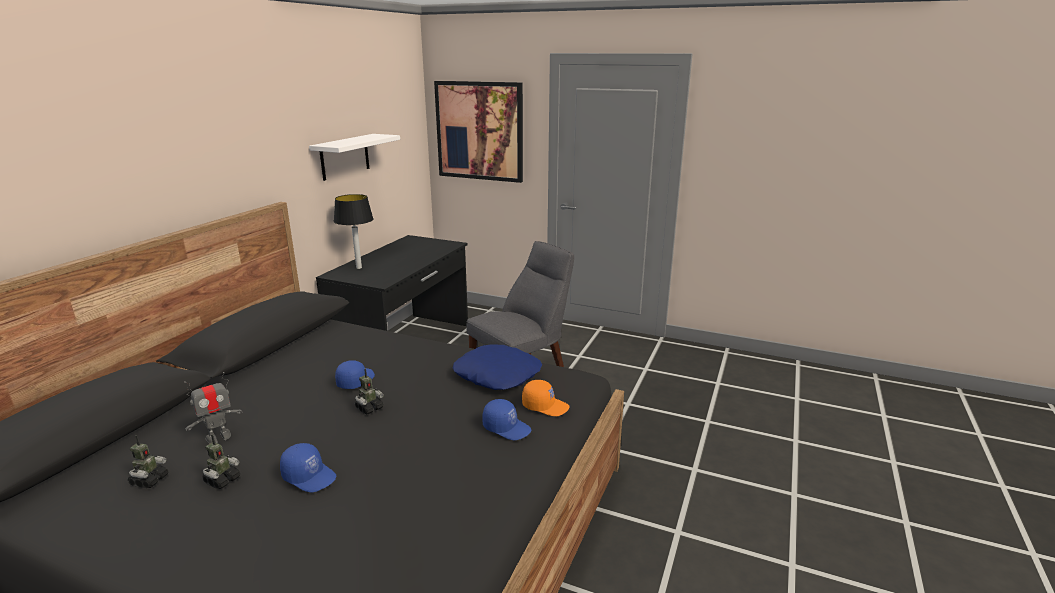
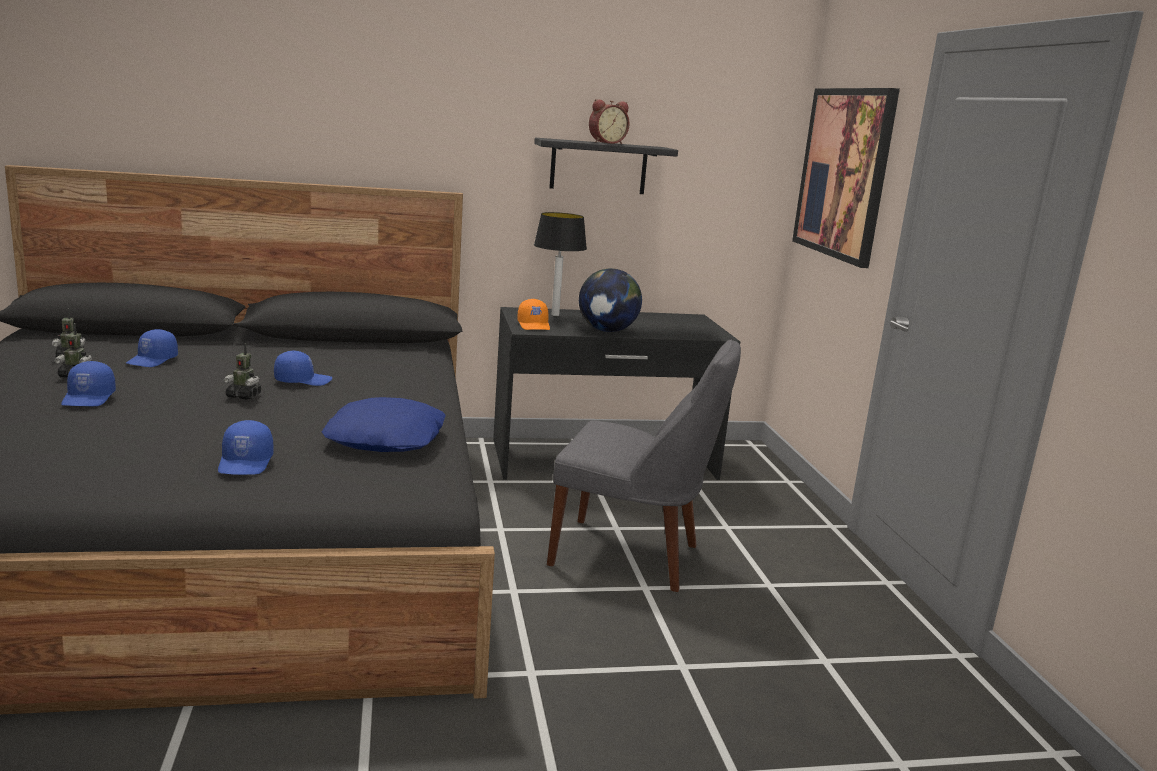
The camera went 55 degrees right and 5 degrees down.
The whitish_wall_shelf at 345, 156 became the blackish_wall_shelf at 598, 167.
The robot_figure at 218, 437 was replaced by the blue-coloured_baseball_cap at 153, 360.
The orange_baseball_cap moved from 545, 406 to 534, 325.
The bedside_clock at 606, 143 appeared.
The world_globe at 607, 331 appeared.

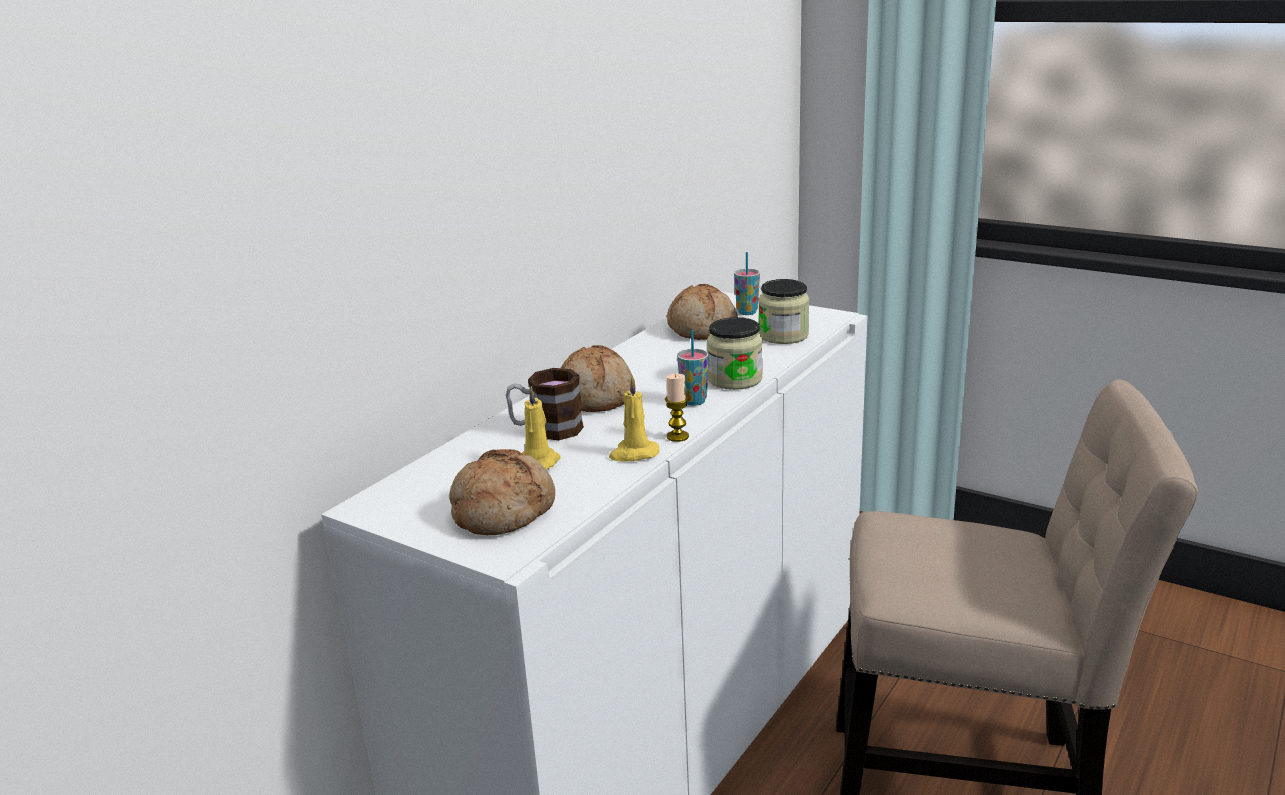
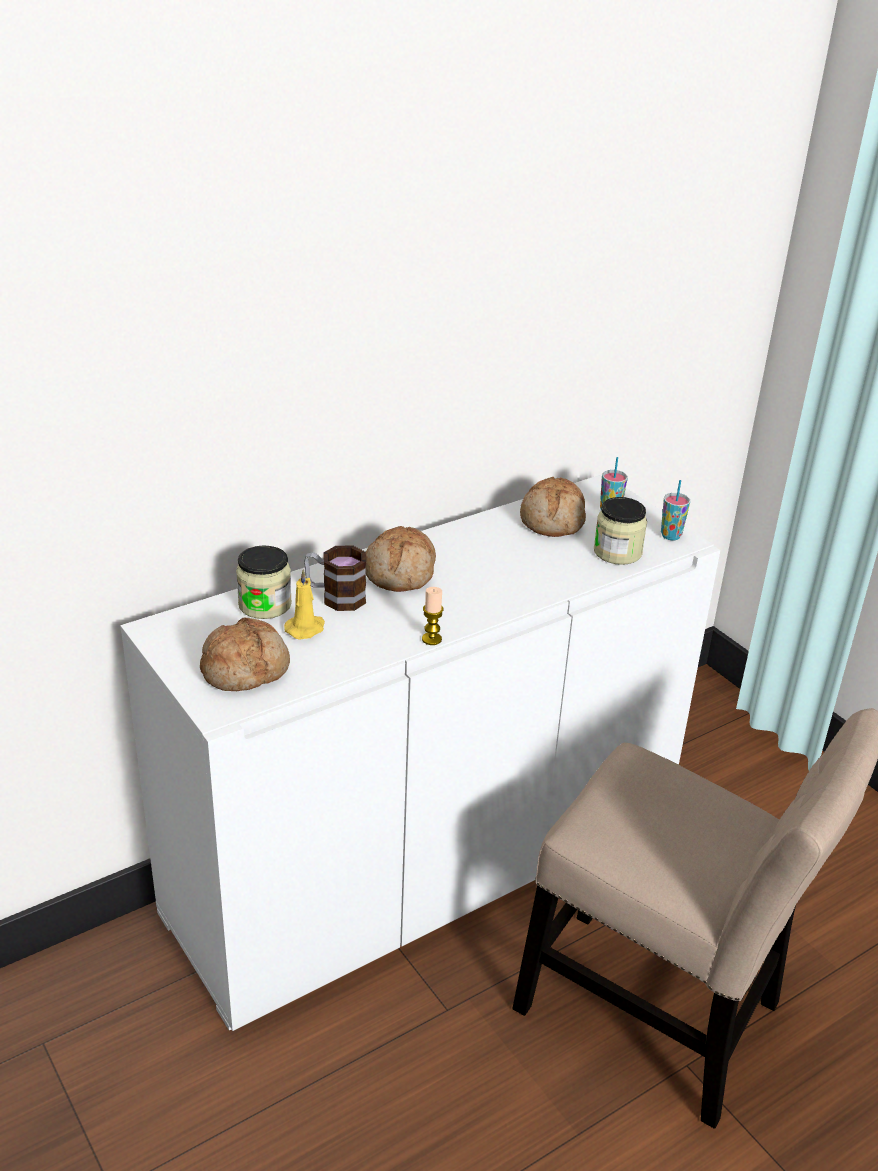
The camera went 20 degrees right and 10 degrees up.
The preserve_jar moved from 735, 379 to 265, 604.
The small_cup moved from 694, 401 to 670, 536.
The yellowish_wax_candle at 633, 454 disappeared.

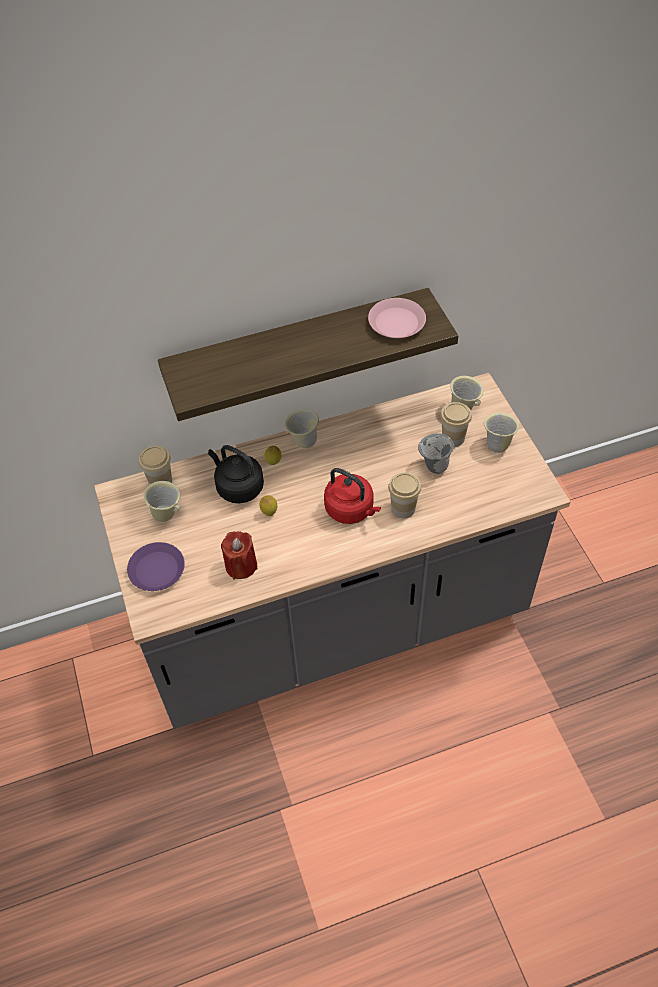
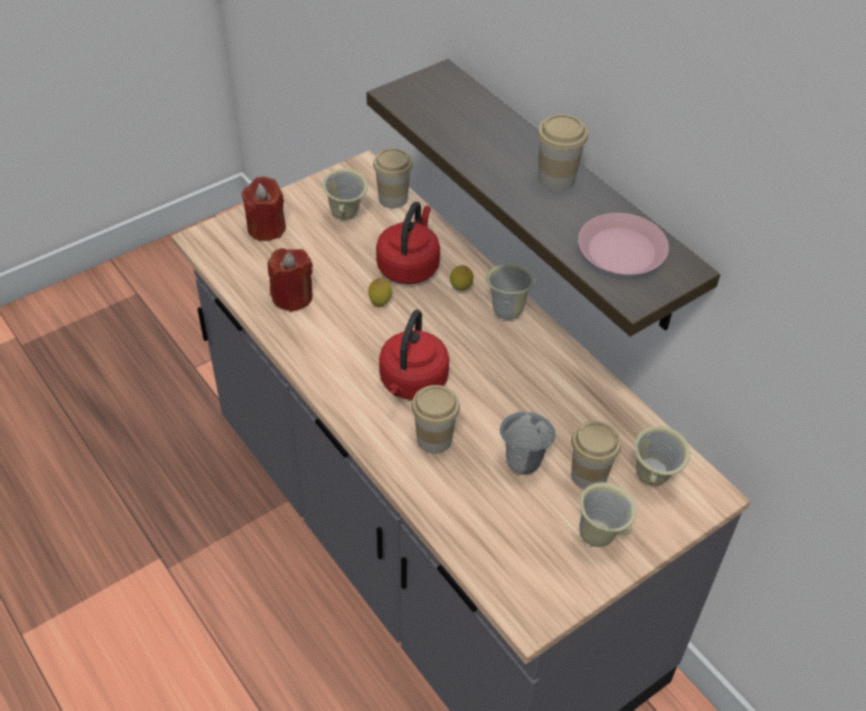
The camera went 70 degrees right and 5 degrees down.
The blackish_water_kettle at 238, 487 became the red_water_kettle at 409, 266.
The purplish_plate at 157, 570 was replaced by the red_wax_candle at 266, 228.
The small_cup at 556, 179 appeared.

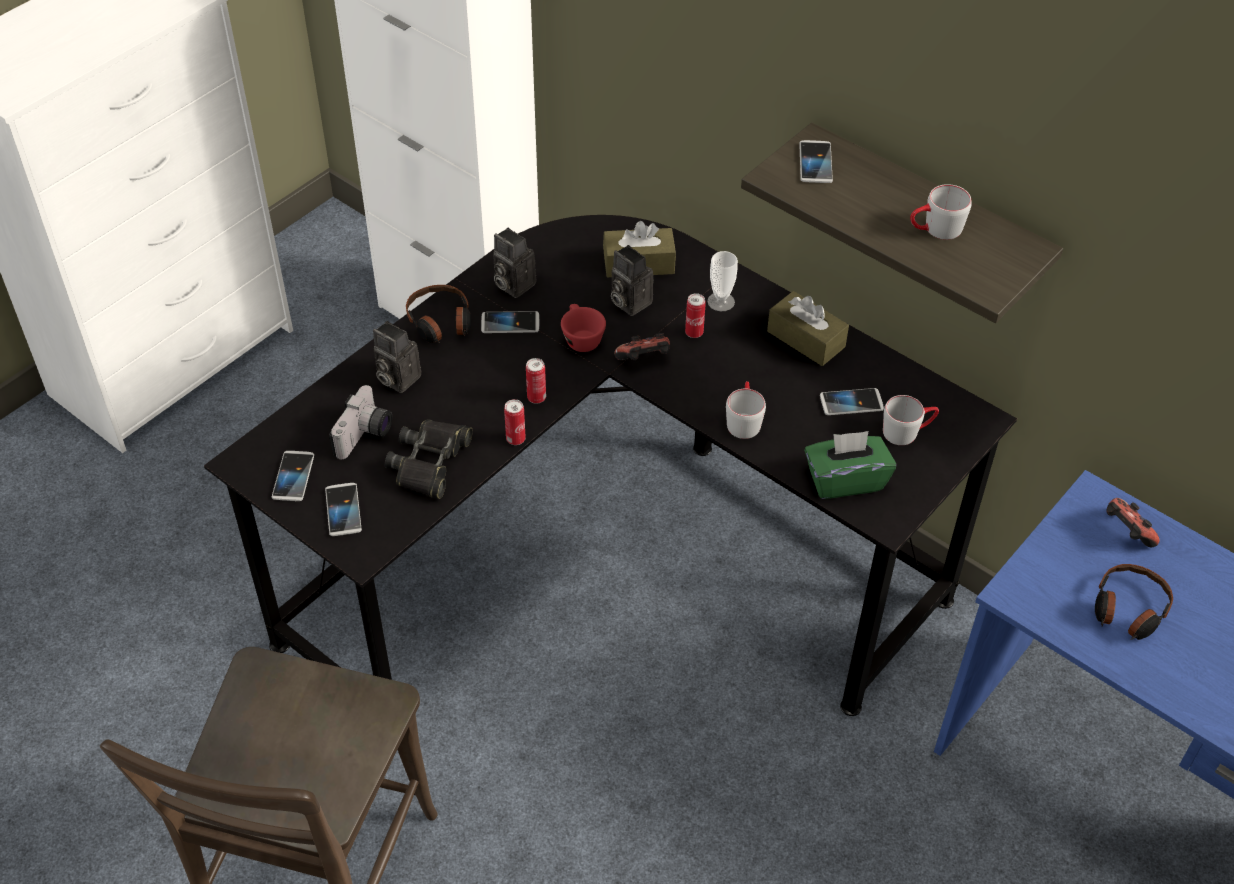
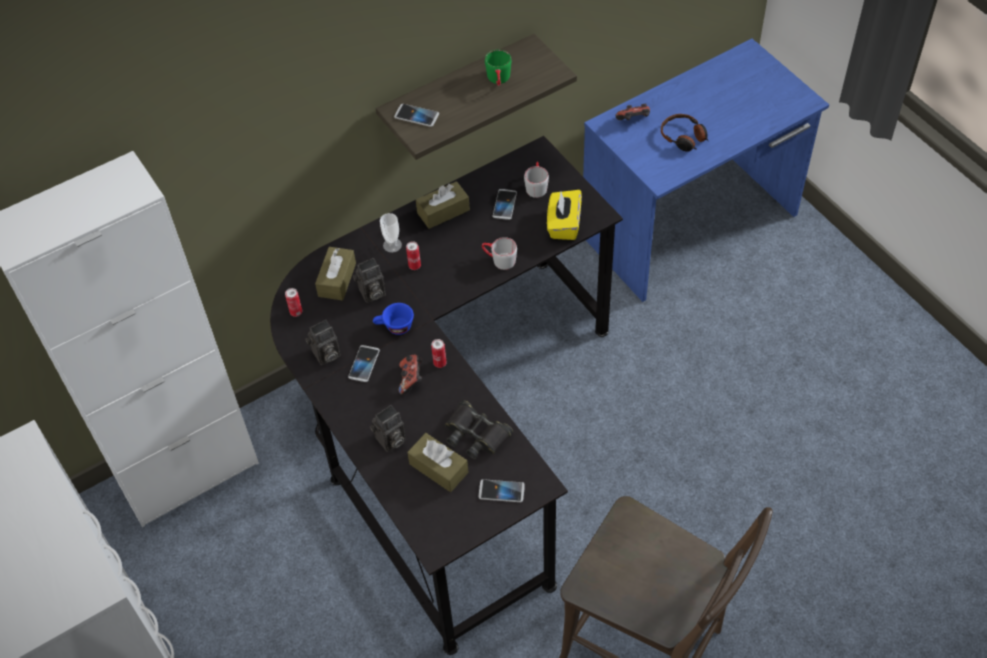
The camera went 70 degrees left and 5 degrees up.
The greyish_mug at 935, 230 became the green-coloured_mug at 499, 80.
The pair_of_headphones at 440, 322 disappeared.
The red_small_cup at 580, 338 became the blue-coloured_small_cup at 394, 327.
The gamepad moved from 644, 361 to 411, 379.
The still_camera at 365, 436 was replaced by the brown-coloured_box_of_tissues at 438, 468.
The metal_can moved from 515, 439 to 296, 312.
The green-coloured_box_of_tissues at 845, 480 became the yellowish_box_of_tissues at 563, 225.
The telephone at 293, 477 disappeared.

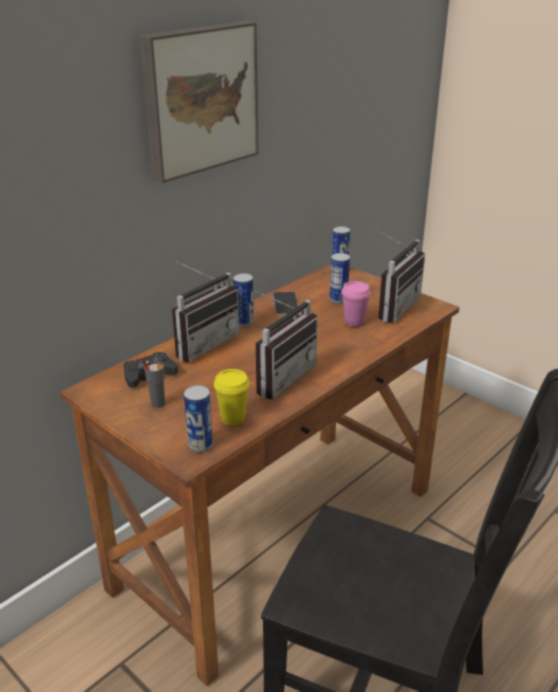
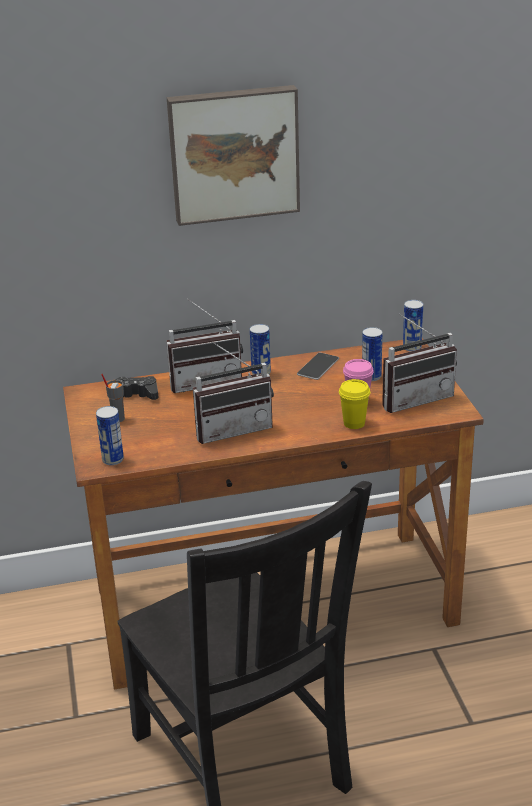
The camera went 35 degrees right and 0 degrees up.
The yellowish_small_cup moved from 233, 418 to 354, 423.

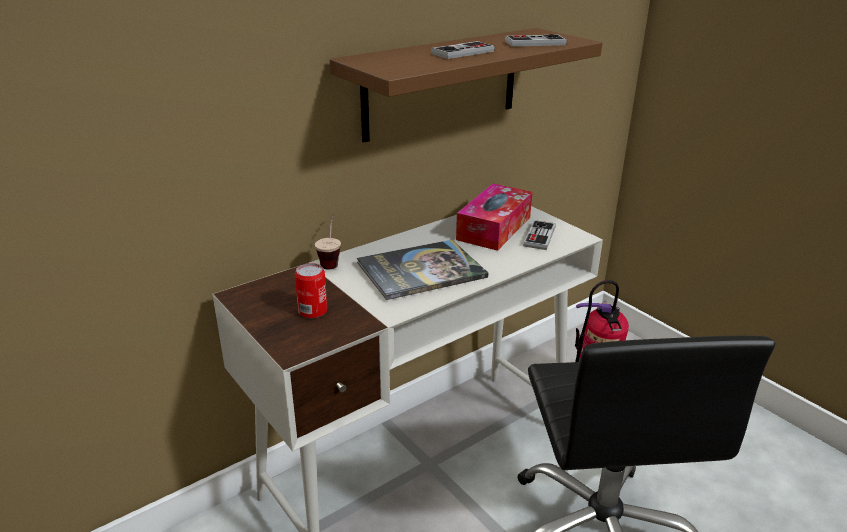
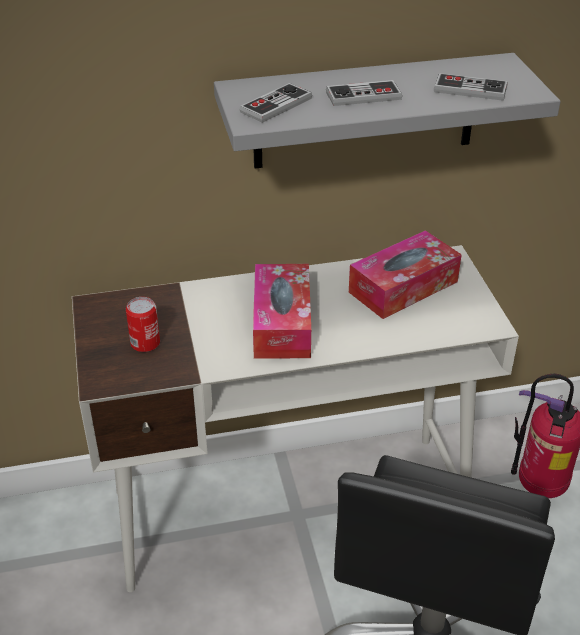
The camera went 25 degrees right and 10 degrees up.
The brown-coloured_wall_shelf at 442, 83 became the greyish_wall_shelf at 365, 111.
The small_cup at 331, 260 disappeared.
The gamepad moved from 539, 237 to 276, 105.
The bound_book at 421, 270 was replaced by the box_of_tissues at 282, 323.

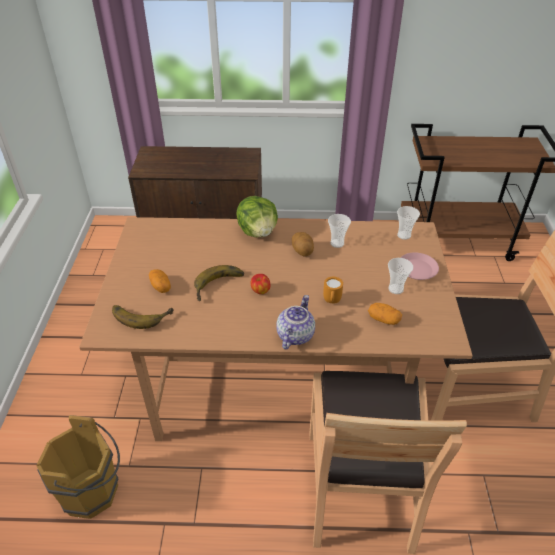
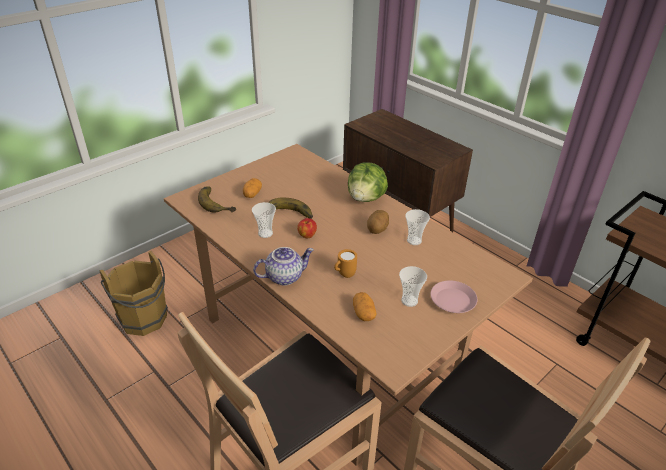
The camera went 45 degrees right and 5 degrees down.
The small_cup moved from 404, 235 to 265, 233.

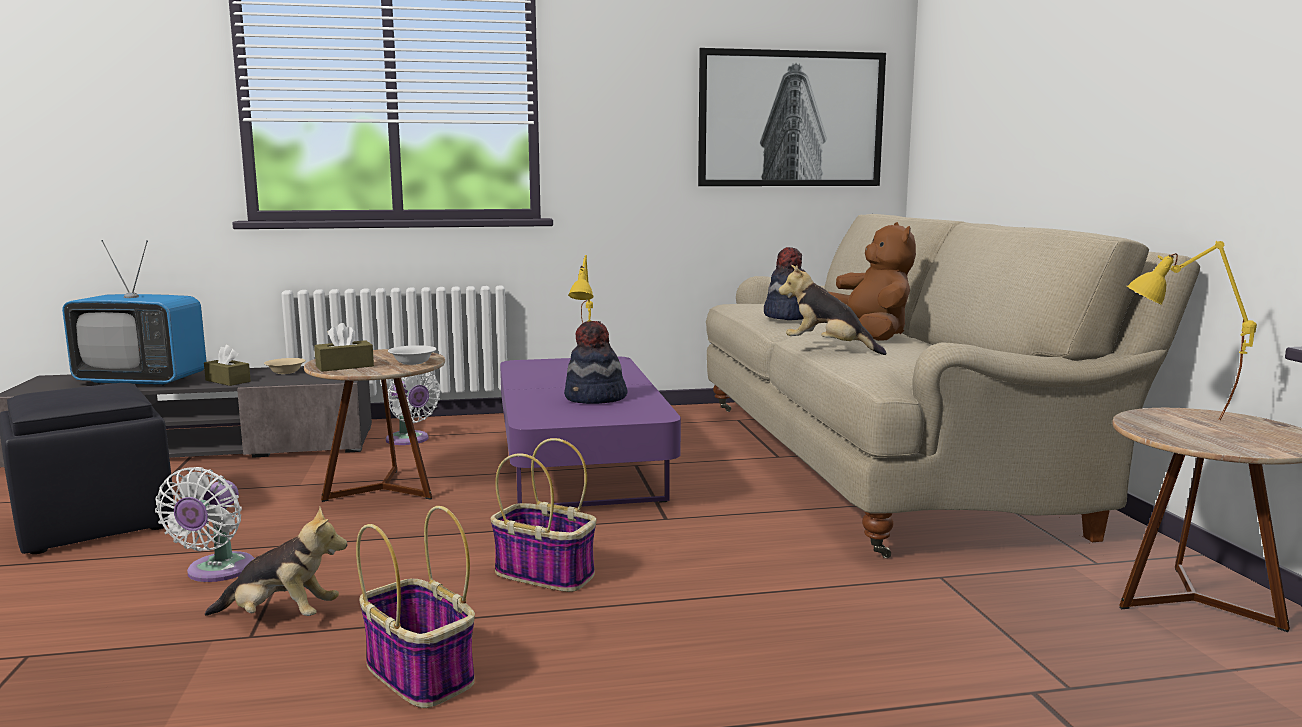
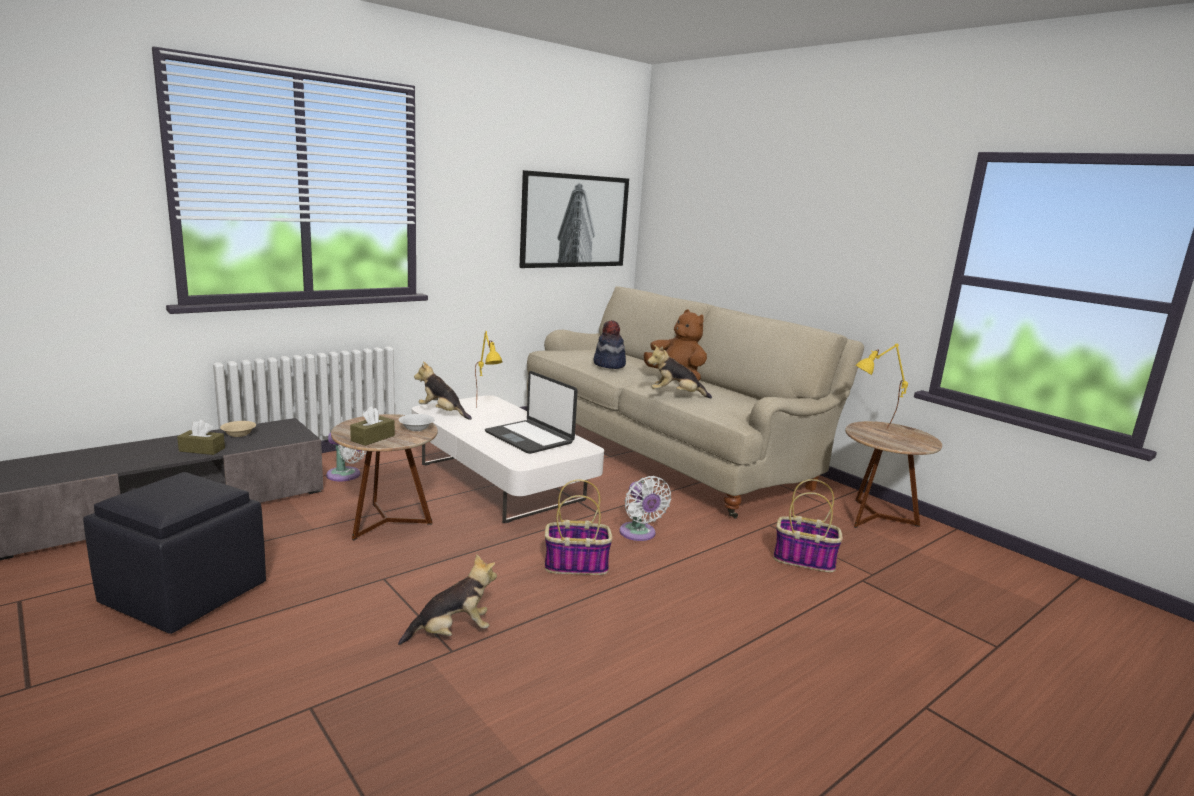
The camera went 30 degrees left and 5 degrees up.
The TV at 142, 381 disappeared.
The hat at 595, 398 was replaced by the laptop at 530, 438.
The purplish_low_table at 580, 467 became the whitish_low_table at 500, 482.
The whitish_fan moved from 217, 572 to 639, 534.
The household_basket moved from 421, 674 to 804, 560.
The soft_toy at 442, 413 appeared.

